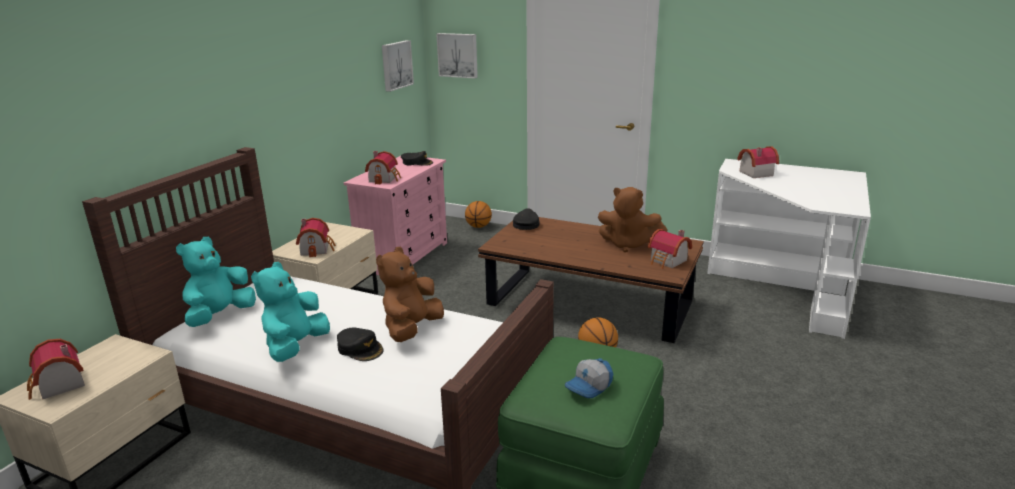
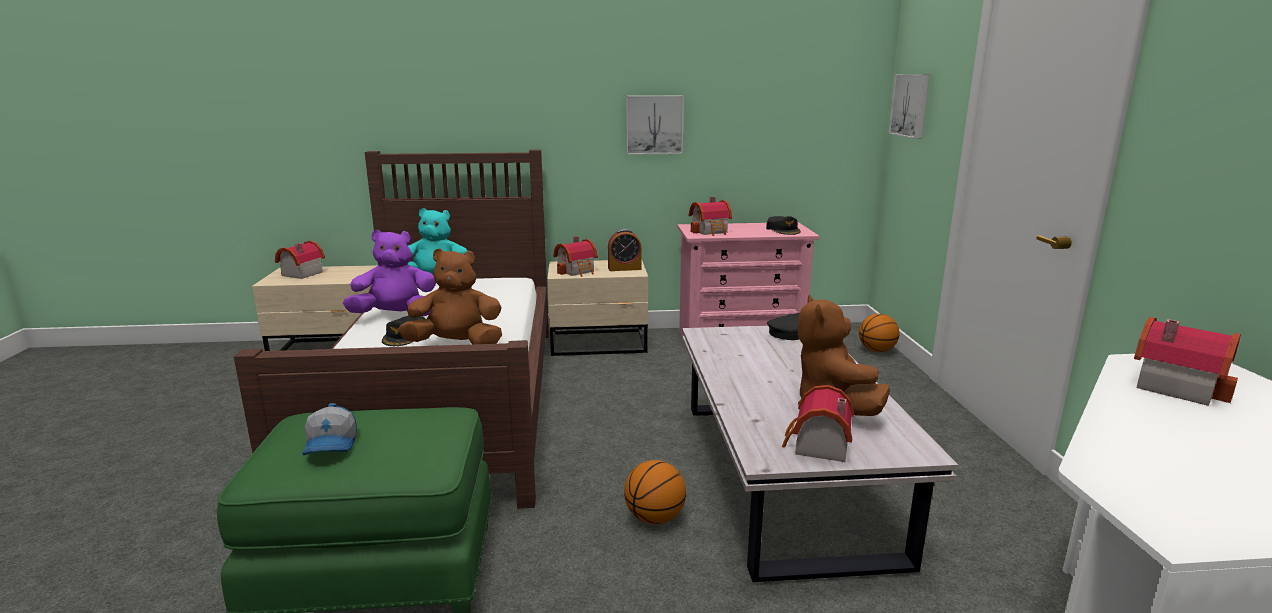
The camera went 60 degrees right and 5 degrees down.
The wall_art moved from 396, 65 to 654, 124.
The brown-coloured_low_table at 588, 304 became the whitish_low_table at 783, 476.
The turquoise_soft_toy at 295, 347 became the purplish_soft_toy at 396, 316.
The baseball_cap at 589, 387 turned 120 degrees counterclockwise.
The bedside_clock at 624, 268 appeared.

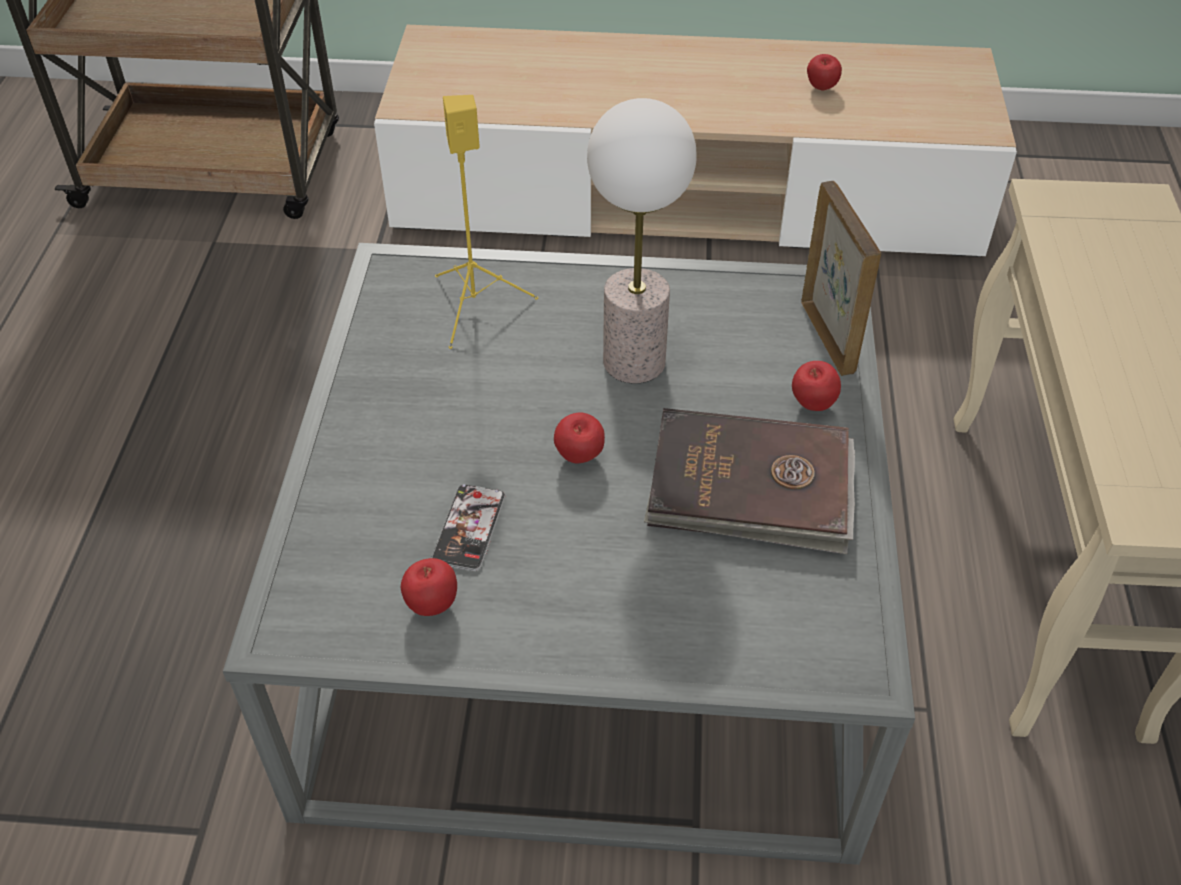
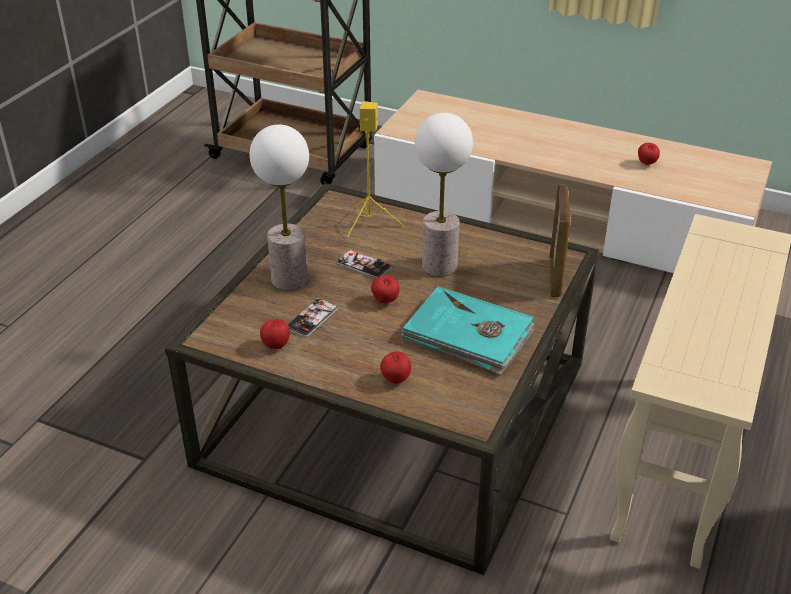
The camera went 20 degrees right and 10 degrees down.
The greyish_low_table at 587, 607 became the brown-coloured_low_table at 393, 411.
The apple_fruit moved from 812, 405 to 395, 380.
The brown-coloured_bound_book at 751, 487 became the turquoise_bound_book at 468, 335.
The tabletop_lamp at 289, 280 appeared.
The telephone at 364, 265 appeared.

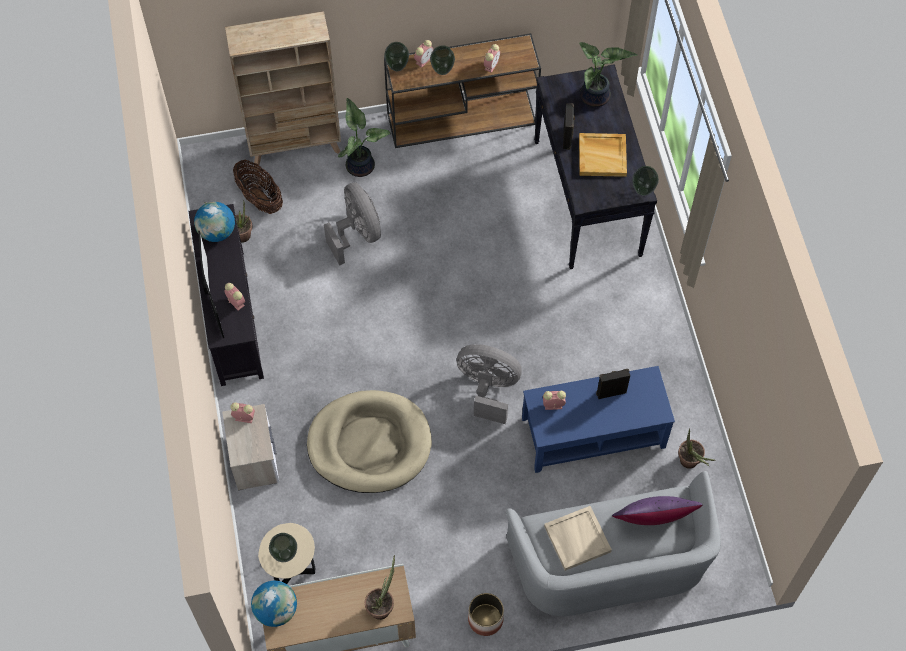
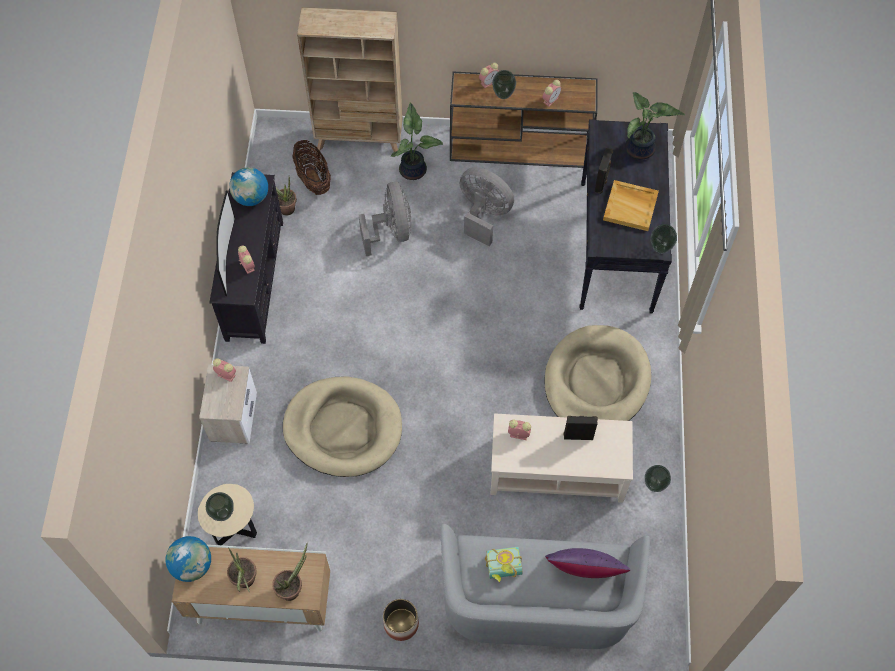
The camera went 15 degrees right and 0 degrees up.
The vase moved from 397, 67 to 654, 485.
The greyish_fan moved from 488, 388 to 483, 214.
The blue-coloured_low_table at 593, 433 became the beige_low_table at 557, 470.
The potted_plant moved from 691, 464 to 245, 583.
The beige_tray at 576, 538 was replaced by the bound_book at 504, 570.
The beige_dog_cushion at 596, 381 appeared.

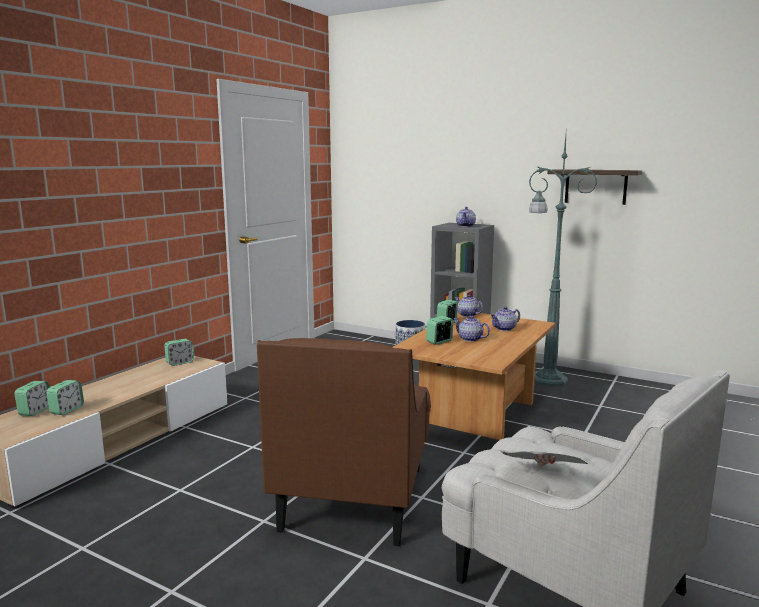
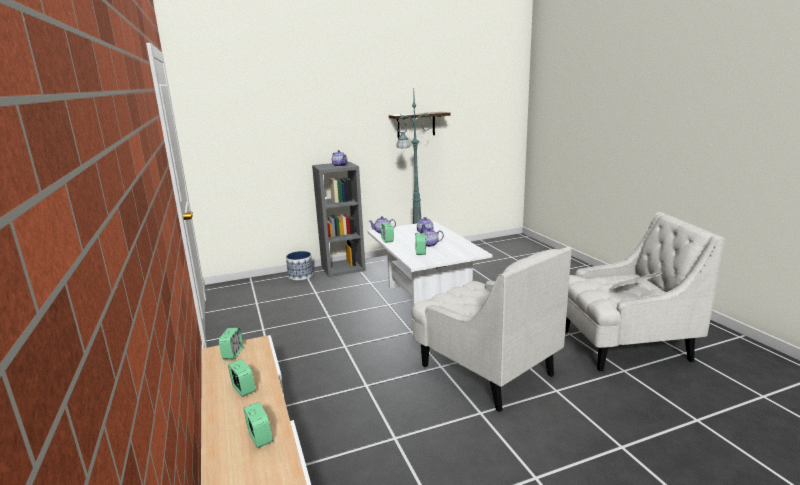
The camera went 50 degrees left and 5 degrees up.
The brown-coloured_low_table at 474, 410 became the whitish_low_table at 425, 294.
The brown-coloured_easy_chair at 354, 496 became the whitish_easy_chair at 485, 369.
The bedside_clock moved from 35, 411 to 243, 389.

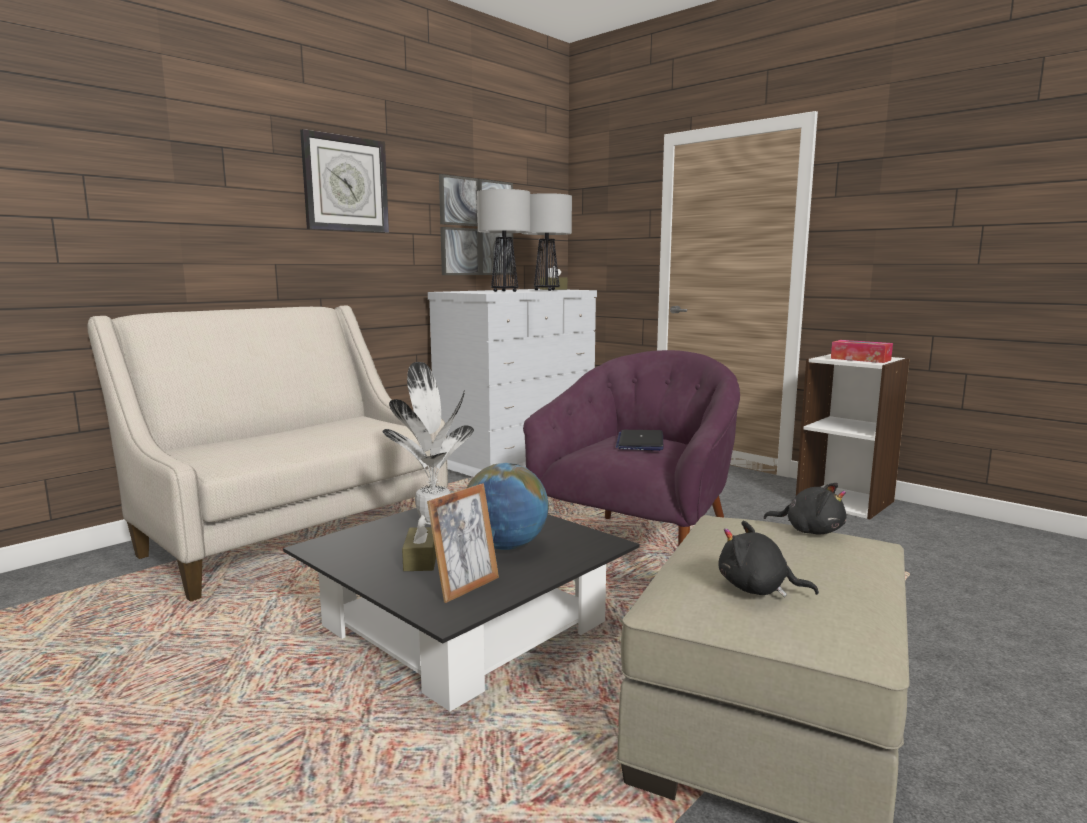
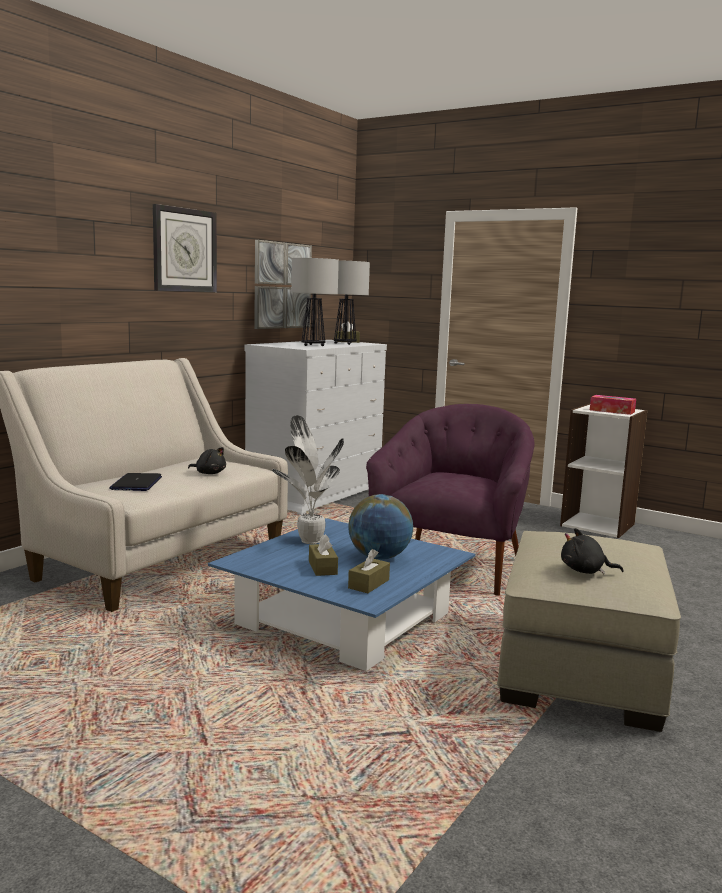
The camera went 10 degrees left and 0 degrees up.
The laptop moved from 640, 442 to 136, 483.
The picture_frame at 465, 587 was replaced by the brown-coloured_box_of_tissues at 368, 584.
The blackish_soft_toy moved from 809, 531 to 209, 473.
The blackish_low_table at 464, 623 became the blue-coloured_low_table at 344, 618.

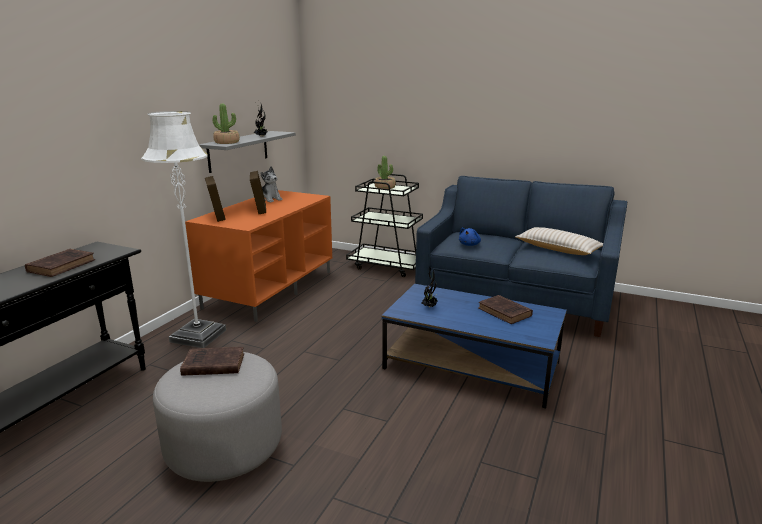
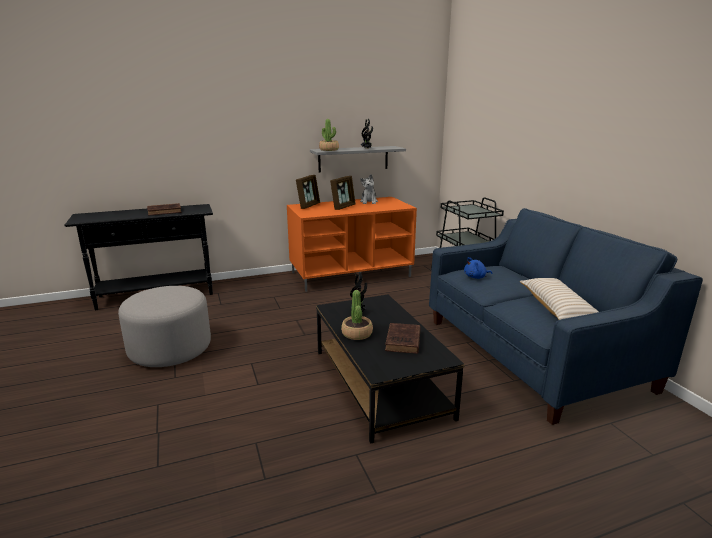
The camera went 45 degrees right and 0 degrees up.
The whitish_floor_lamp at 198, 336 disappeared.
The potted_plant moved from 385, 187 to 357, 334.
The blue-coloured_low_table at 473, 365 became the blackish_low_table at 381, 383.
The brown-coloured_bound_book at 212, 365 disappeared.

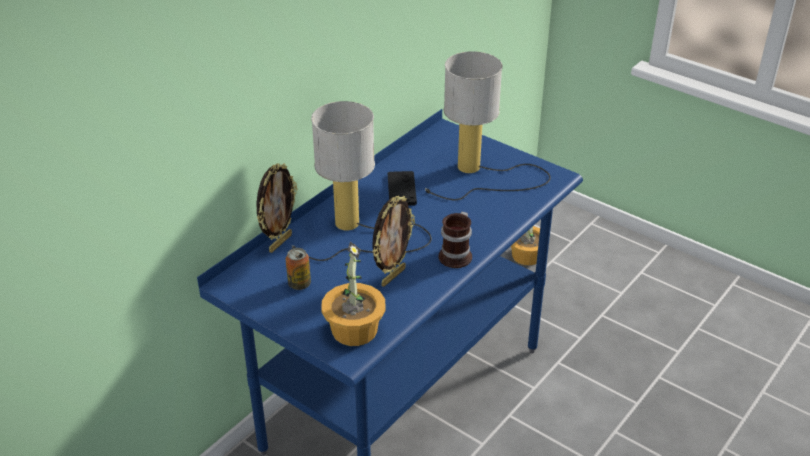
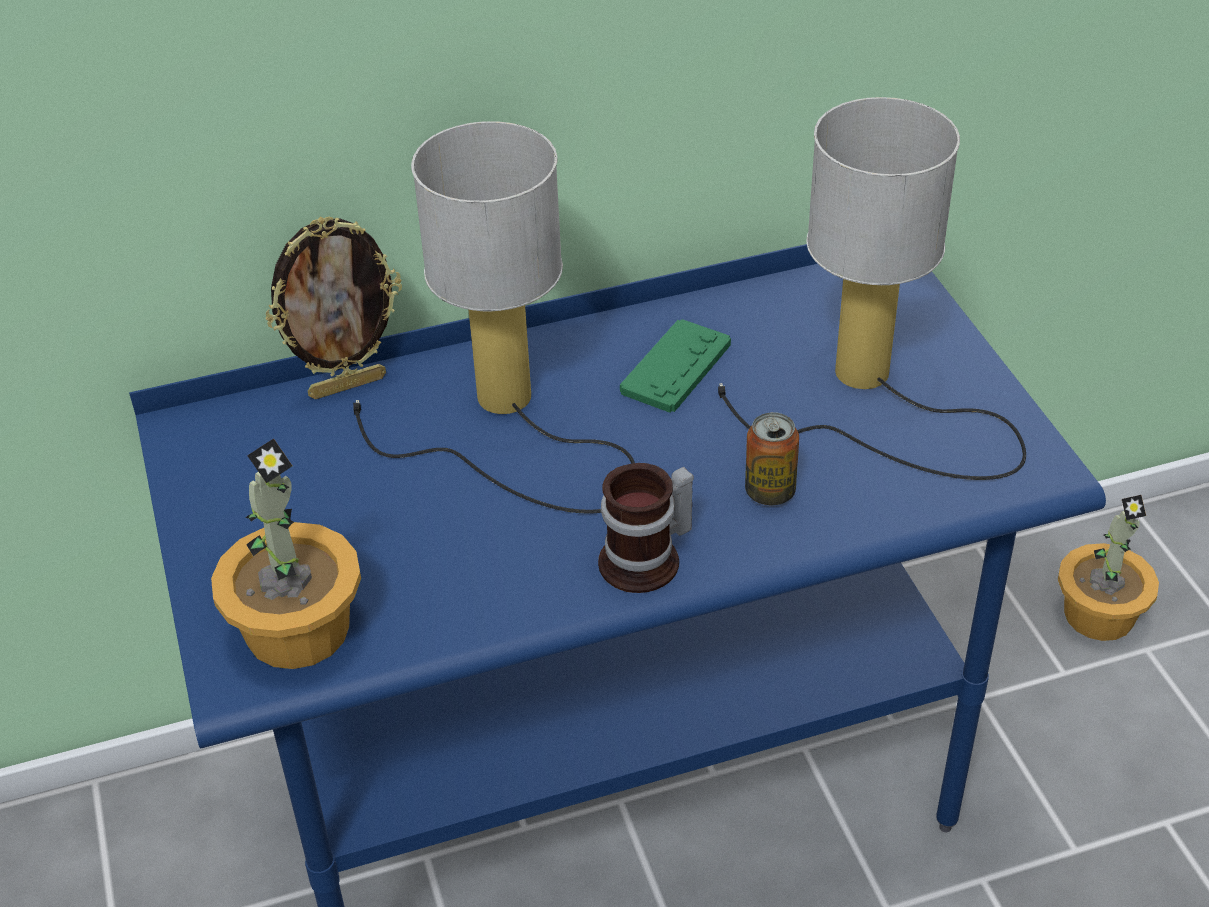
The camera went 35 degrees right and 5 degrees up.
The blackish_gamepad at 401, 189 became the green-coloured_gamepad at 676, 368.
The picture_frame at 392, 276 disappeared.
The metal_can moved from 299, 284 to 770, 492.

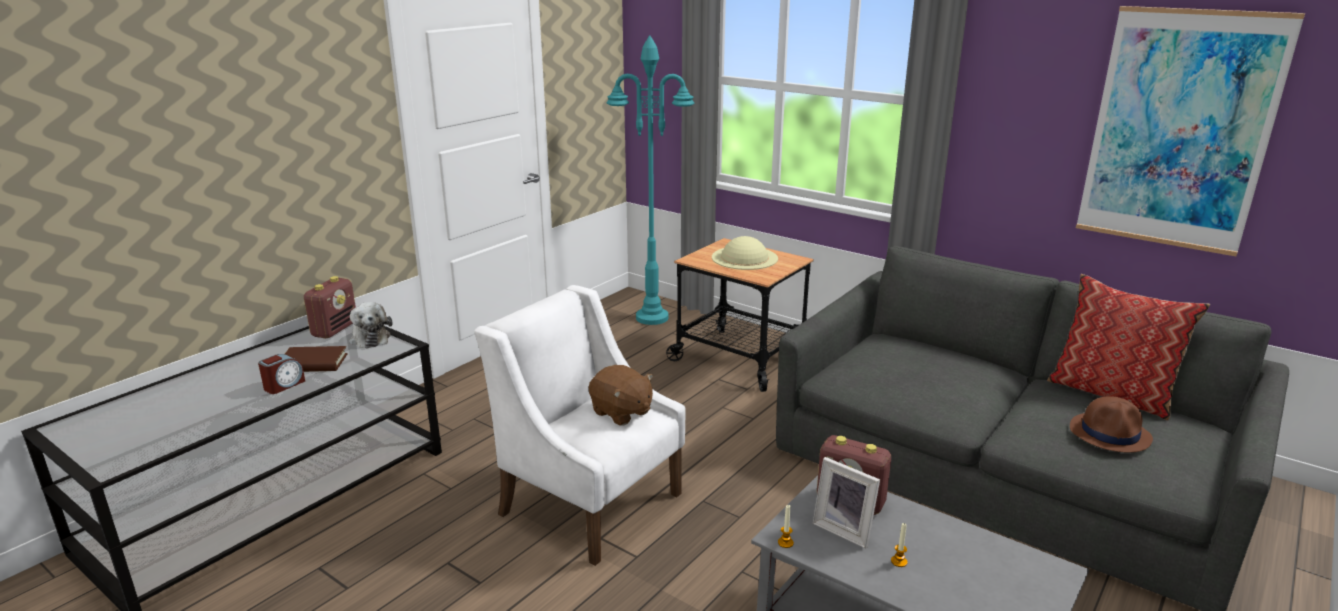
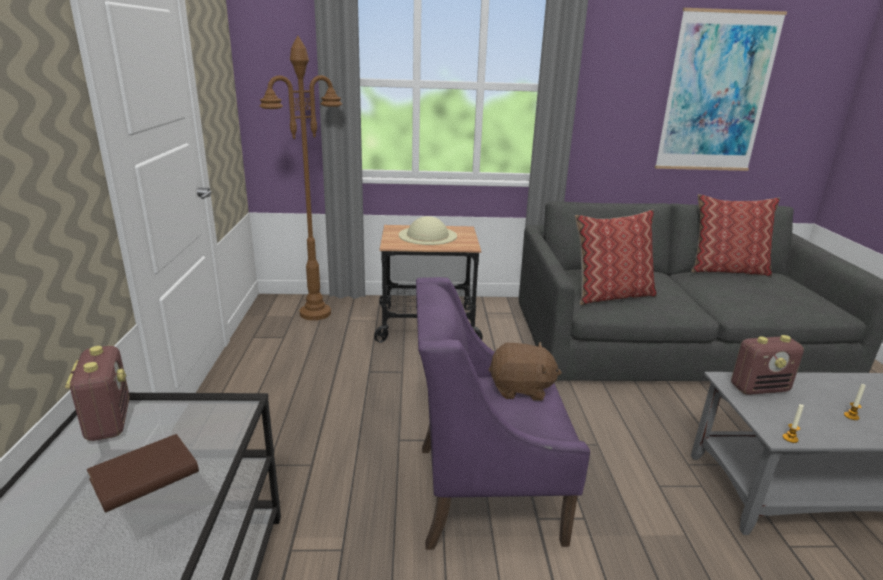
The camera went 40 degrees left and 0 degrees up.
The turquoise_floor_lamp at 652, 318 became the brown-coloured_floor_lamp at 315, 313.
The whitish_easy_chair at 589, 502 became the purplish_easy_chair at 485, 491.
The soft_toy at 370, 338 disappeared.
The bedside_clock at 284, 385 disappeared.
The brown-coloured_hat at 1110, 433 disappeared.
The picture_frame at 845, 529 disappeared.
The cushion at 611, 295 appeared.

